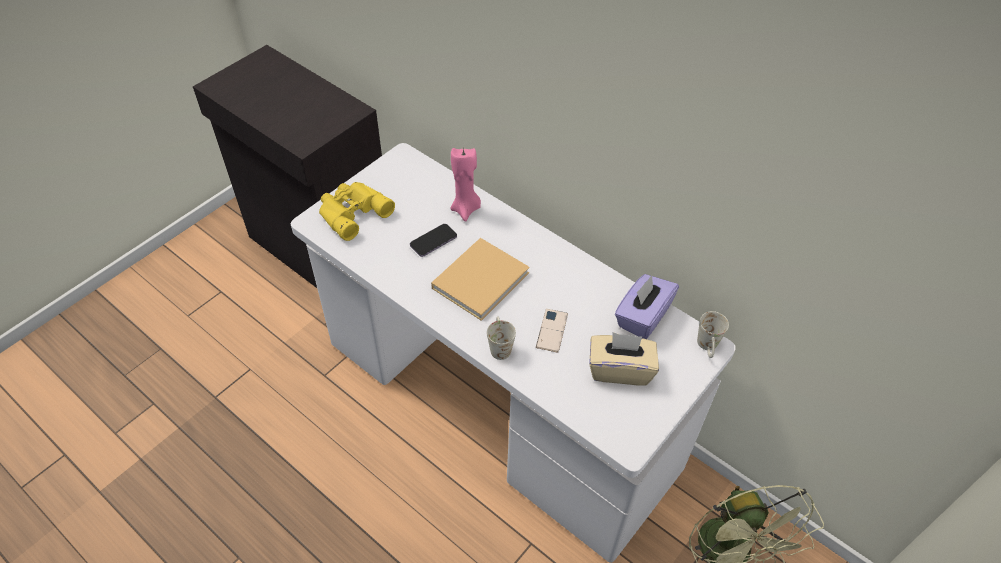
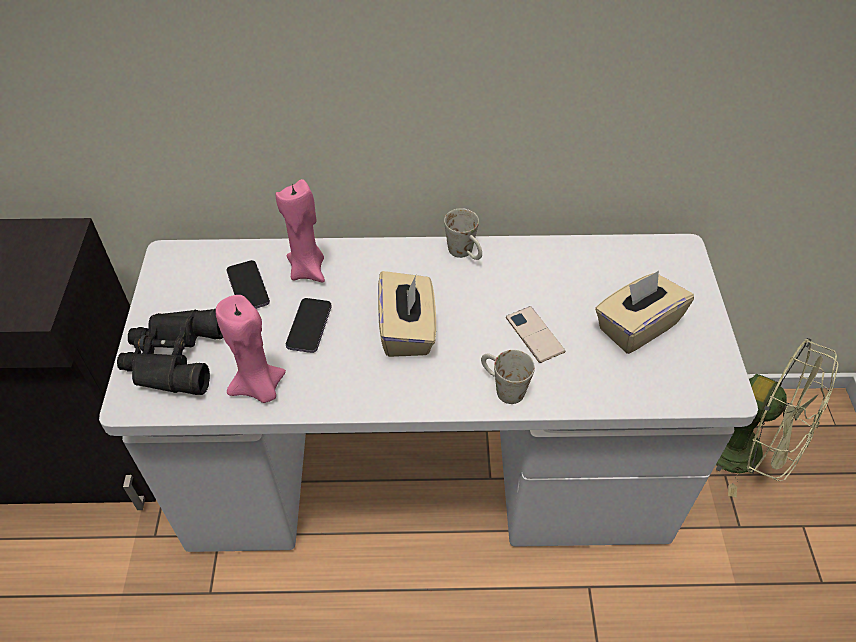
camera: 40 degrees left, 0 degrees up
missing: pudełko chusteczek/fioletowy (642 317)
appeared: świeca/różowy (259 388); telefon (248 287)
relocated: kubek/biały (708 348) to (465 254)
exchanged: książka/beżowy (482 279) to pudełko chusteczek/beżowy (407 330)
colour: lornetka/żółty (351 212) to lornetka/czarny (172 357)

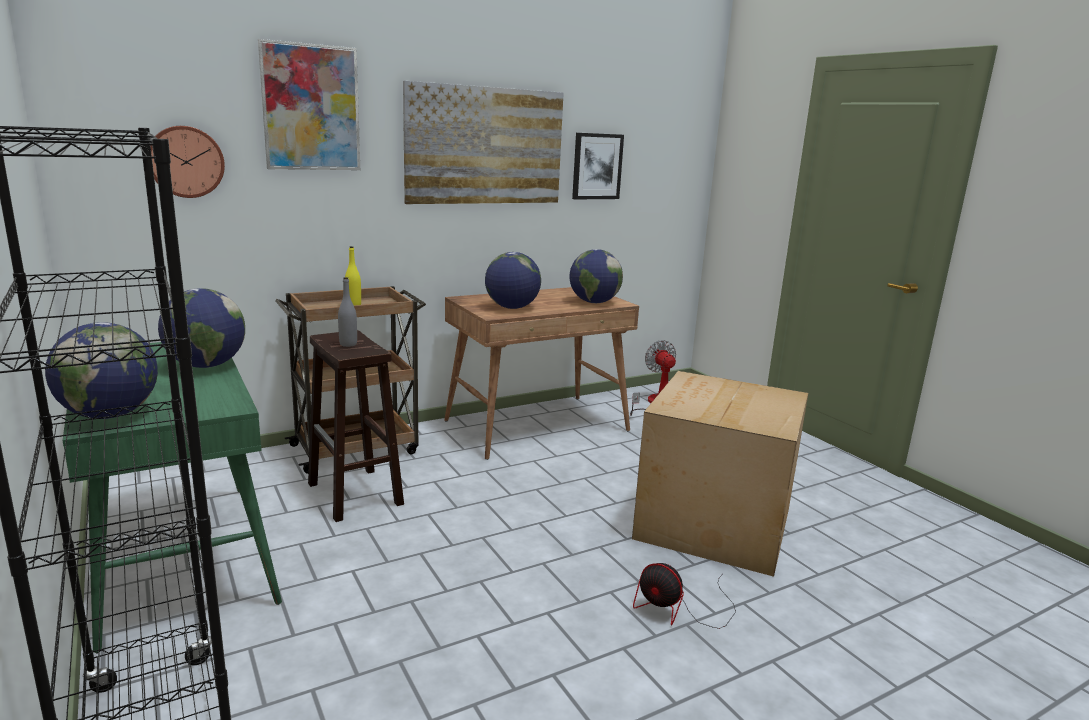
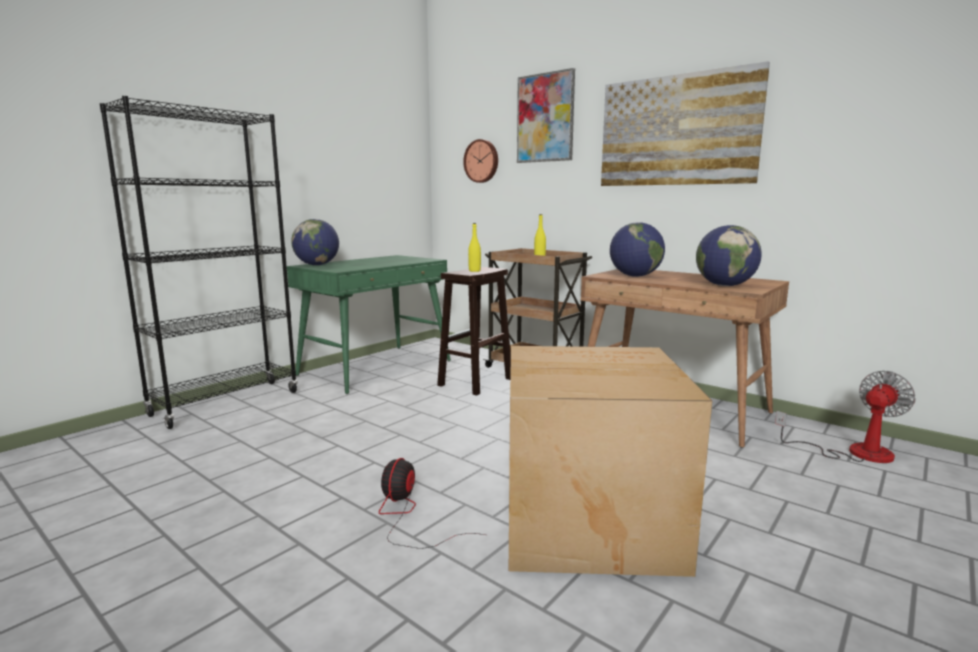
camera: 70 degrees right, 5 degrees down
missing: globus (206 365); obraz (597 166)
colour: butelka/szary (348 344) to butelka/żółty (474 271)

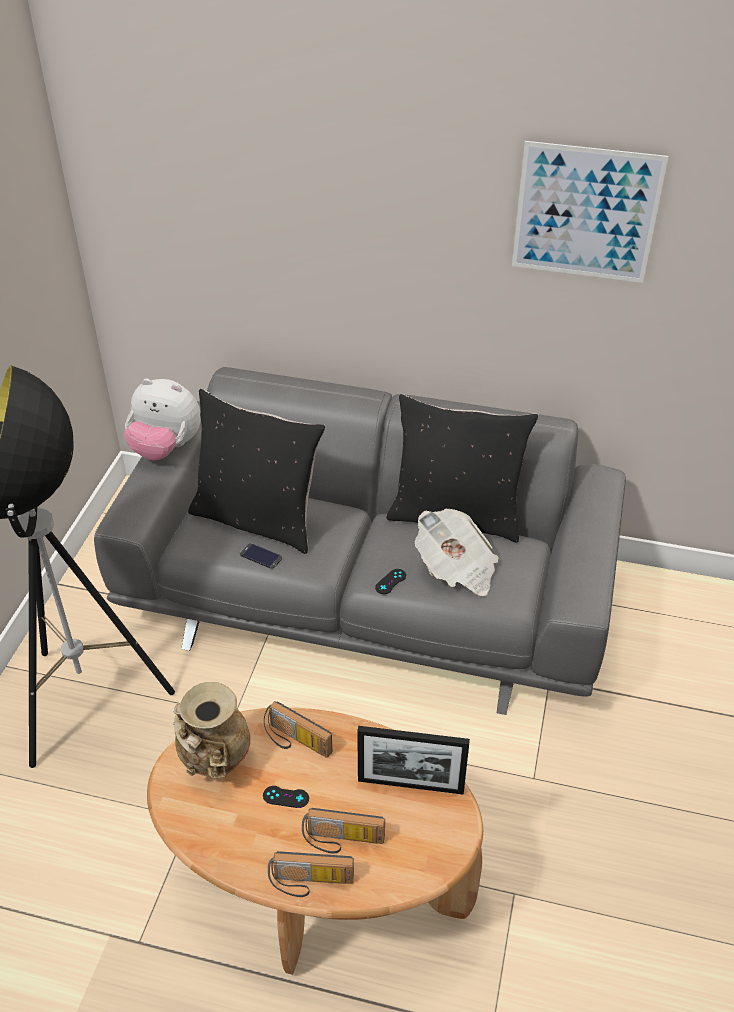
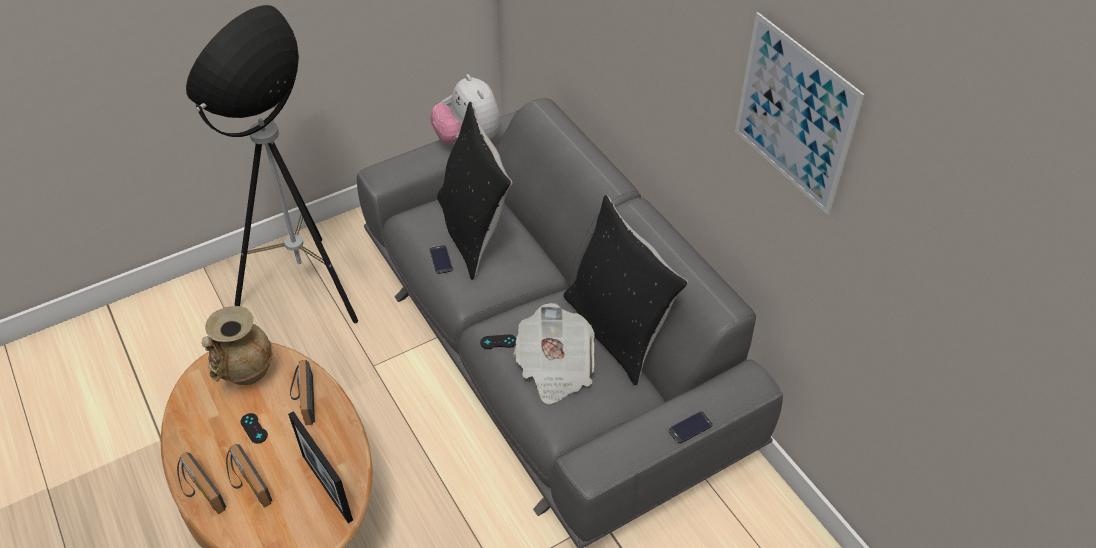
camera: 45 degrees right, 5 degrees up
appeared: telefon (690 427)

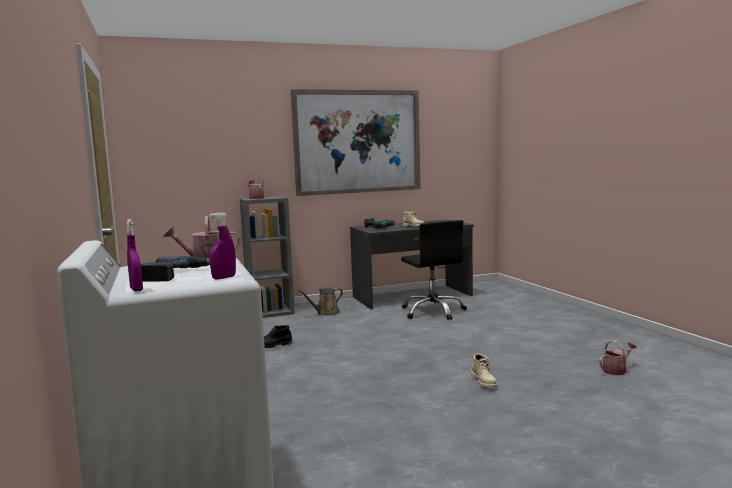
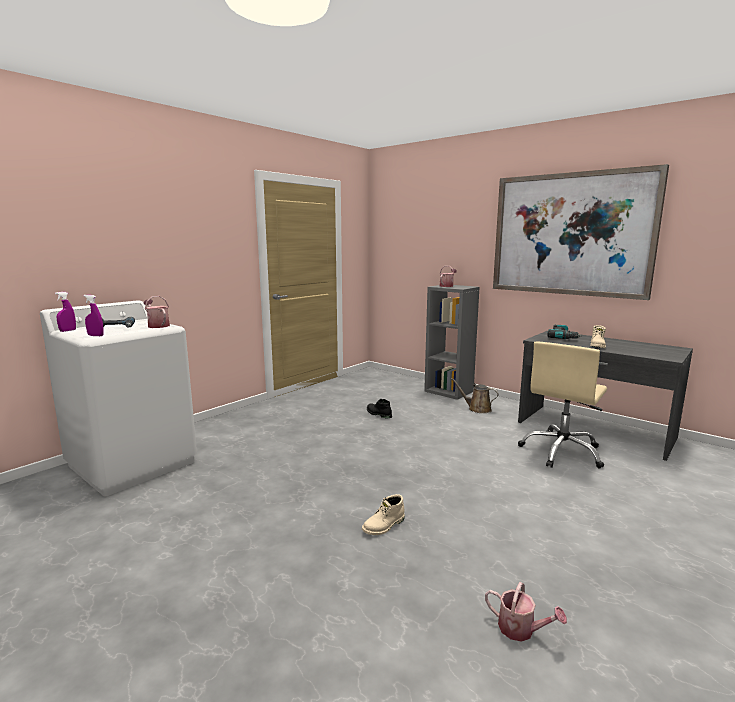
camera: 60 degrees right, 5 degrees up
colour: krzesło biurowe/czarny (433 311) to krzesło biurowe/beżowy (562 452)

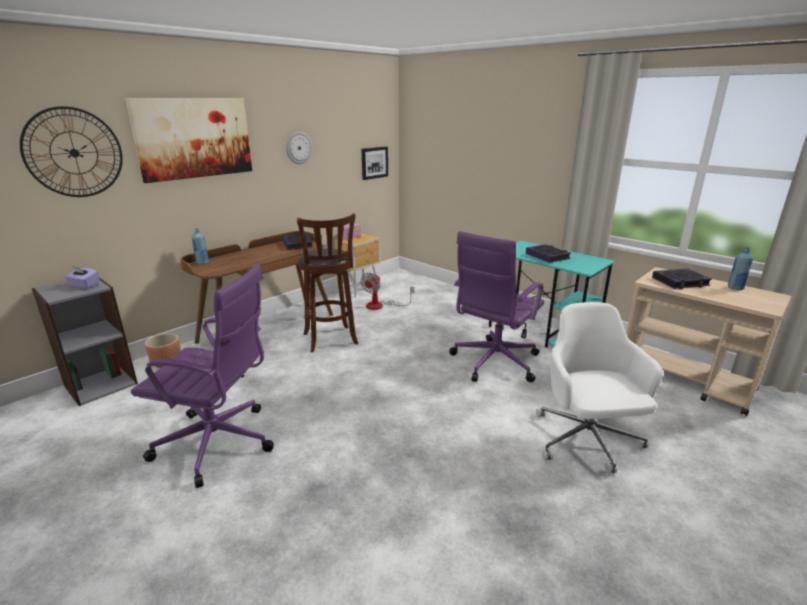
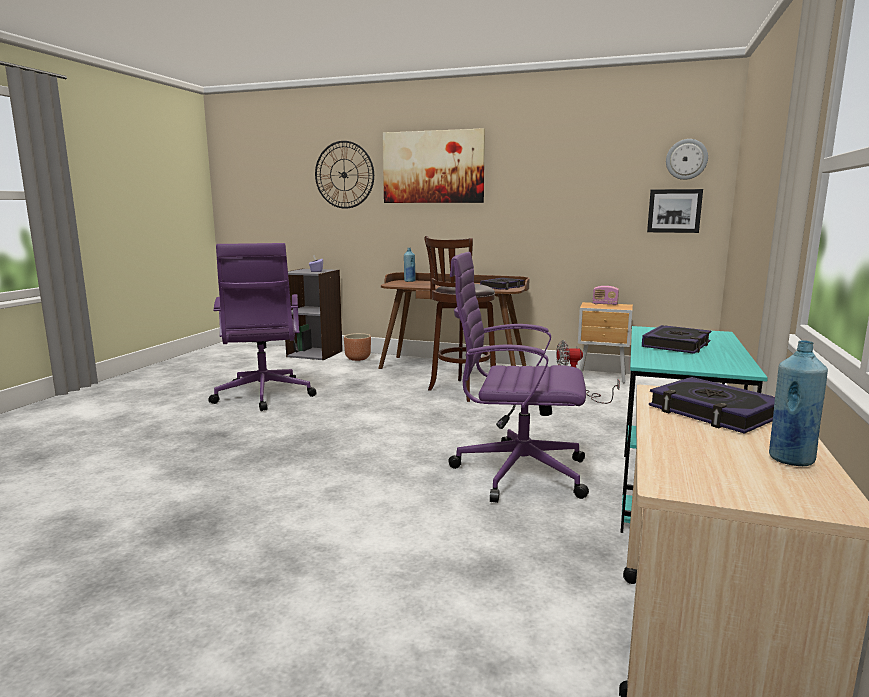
camera: 65 degrees right, 10 degrees down
missing: krzesło biurowe/biały (586 441)
relocated: zegar ścienny (298 148) to (686 159)

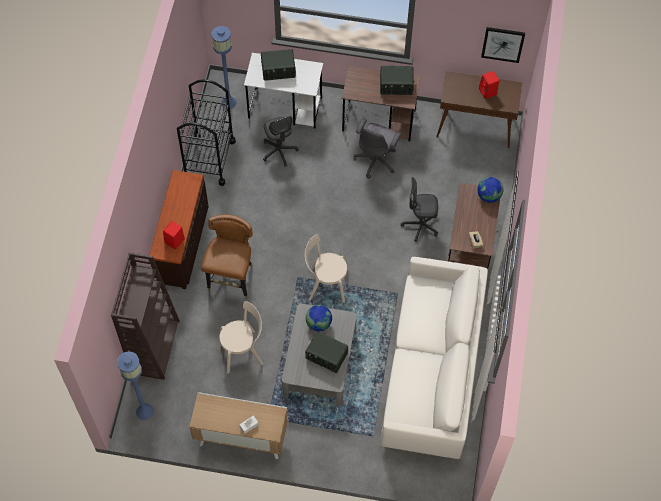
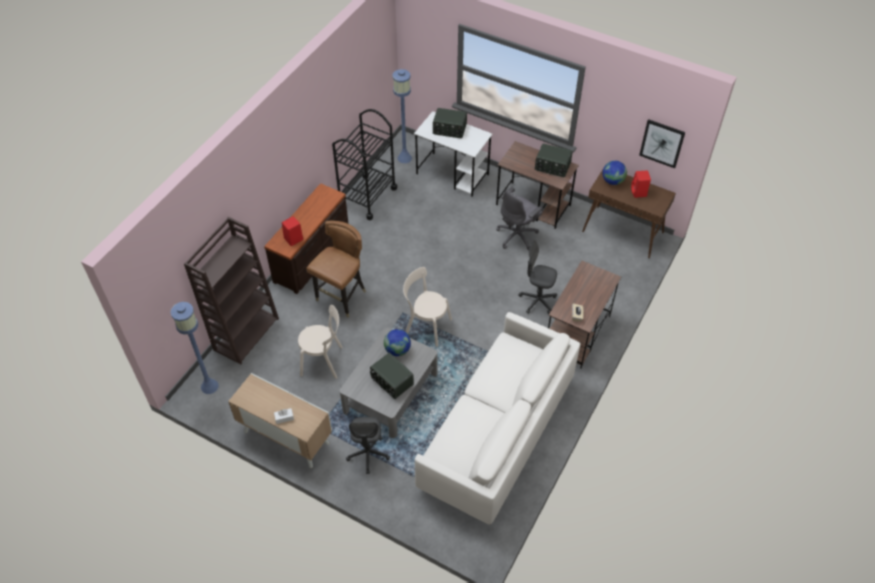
camera: 20 degrees right, 10 degrees down
relocated: krzesło biurowe/szary (279 151) to (368 454); globus (488 196) to (612 181)

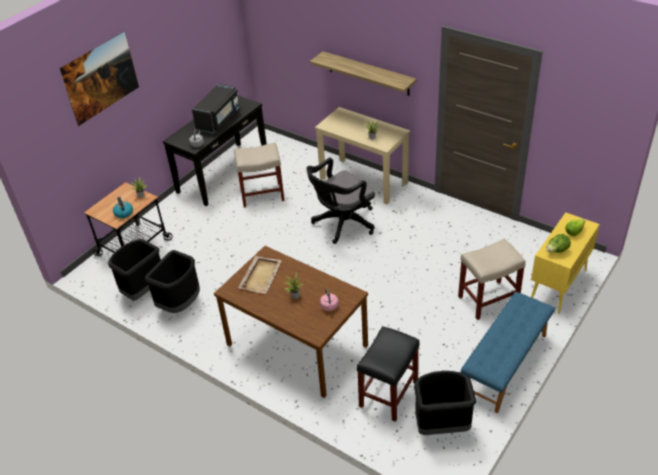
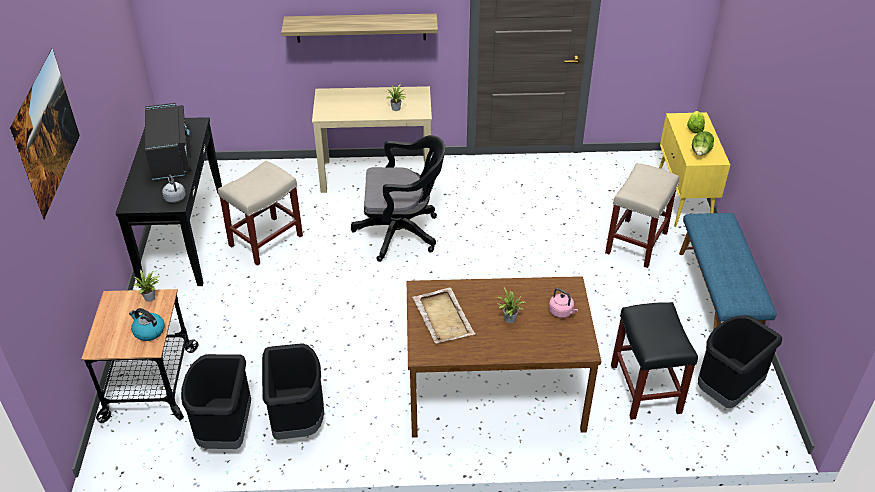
camera: 40 degrees left, 0 degrees up
spun: krzesło biurowe/czarny (342 224) = (402 233) 105 degrees counterclockwise

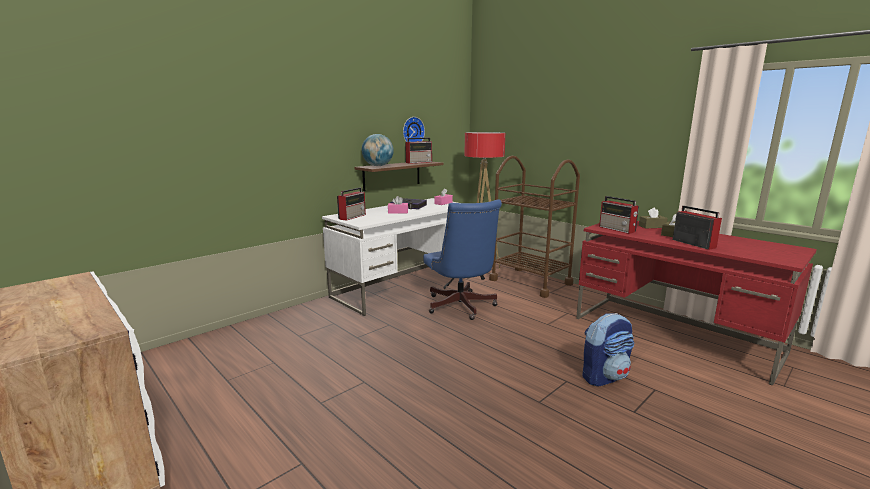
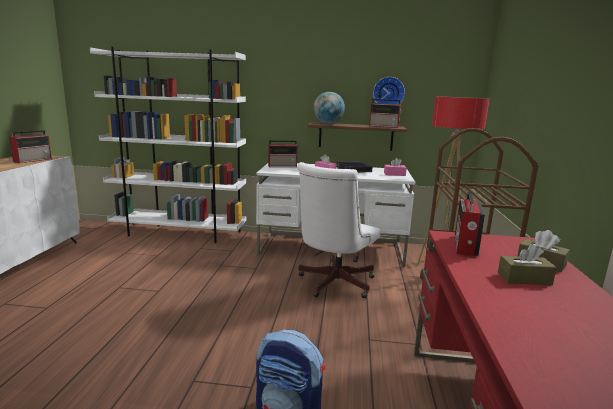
camera: 50 degrees right, 0 degrees up
appeared: regał/biały (179 233)
relocated: radio (692 243) to (33 160)
colour: krzesło biurowe/niebieski (461 307) to krzesło biurowe/biały (333 284)

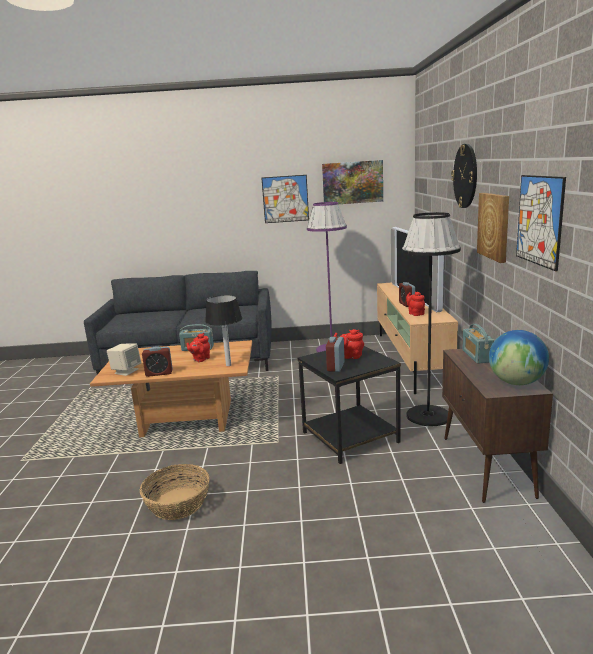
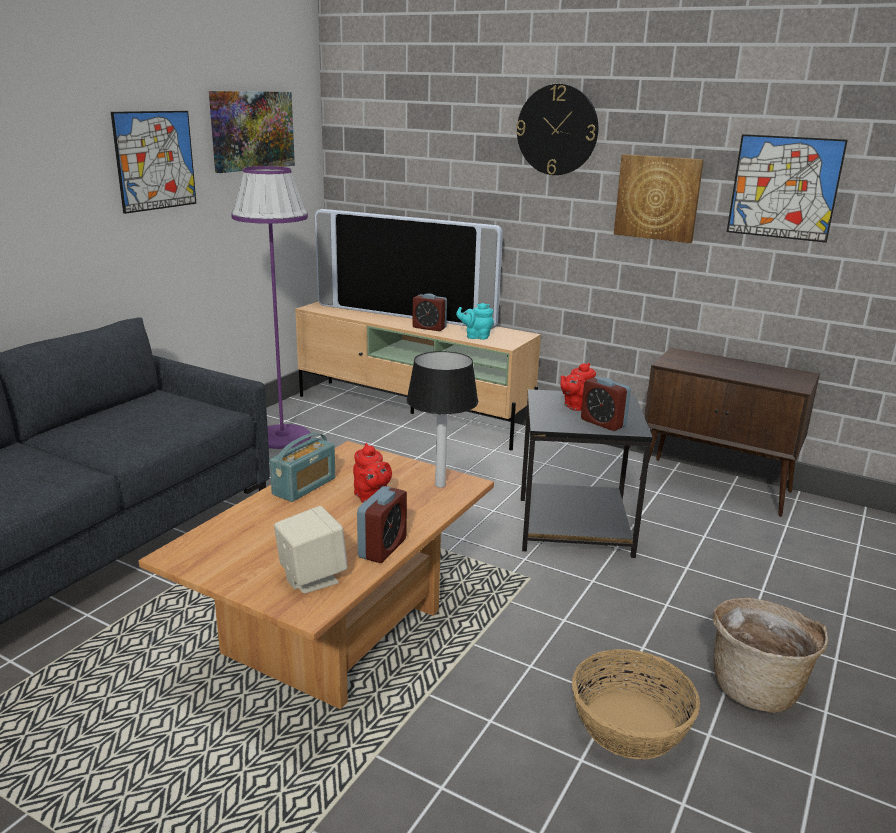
camera: 60 degrees left, 5 degrees up
missing: lampa stojąca/czarny (428 415); radio (477 356); globus (516 382)
appeared: koszyk (757 687)
colour: imbryk/czerwony (415 313) to imbryk/turkusowy (476 336)

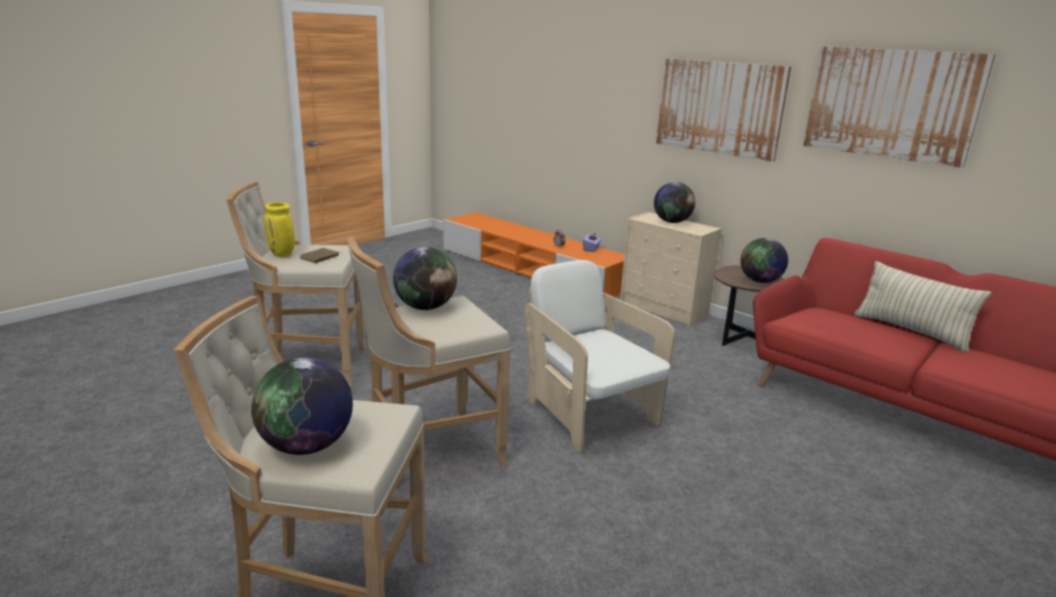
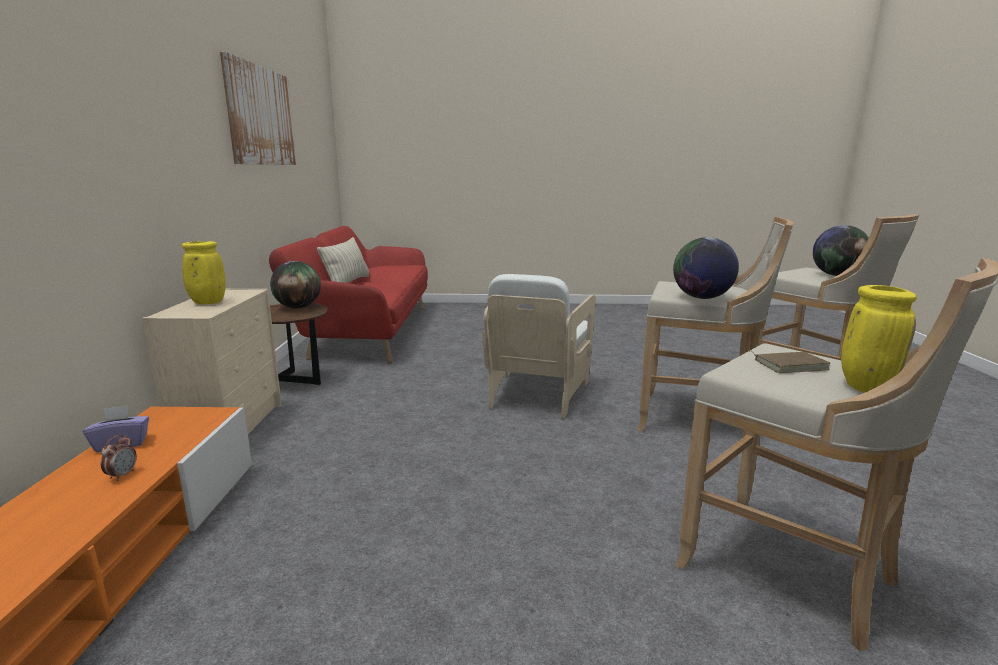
camera: 130 degrees left, 5 degrees down
missing: obraz (719 108)
exchanged: globus (672 222) to wazon/żółty (207 303)

